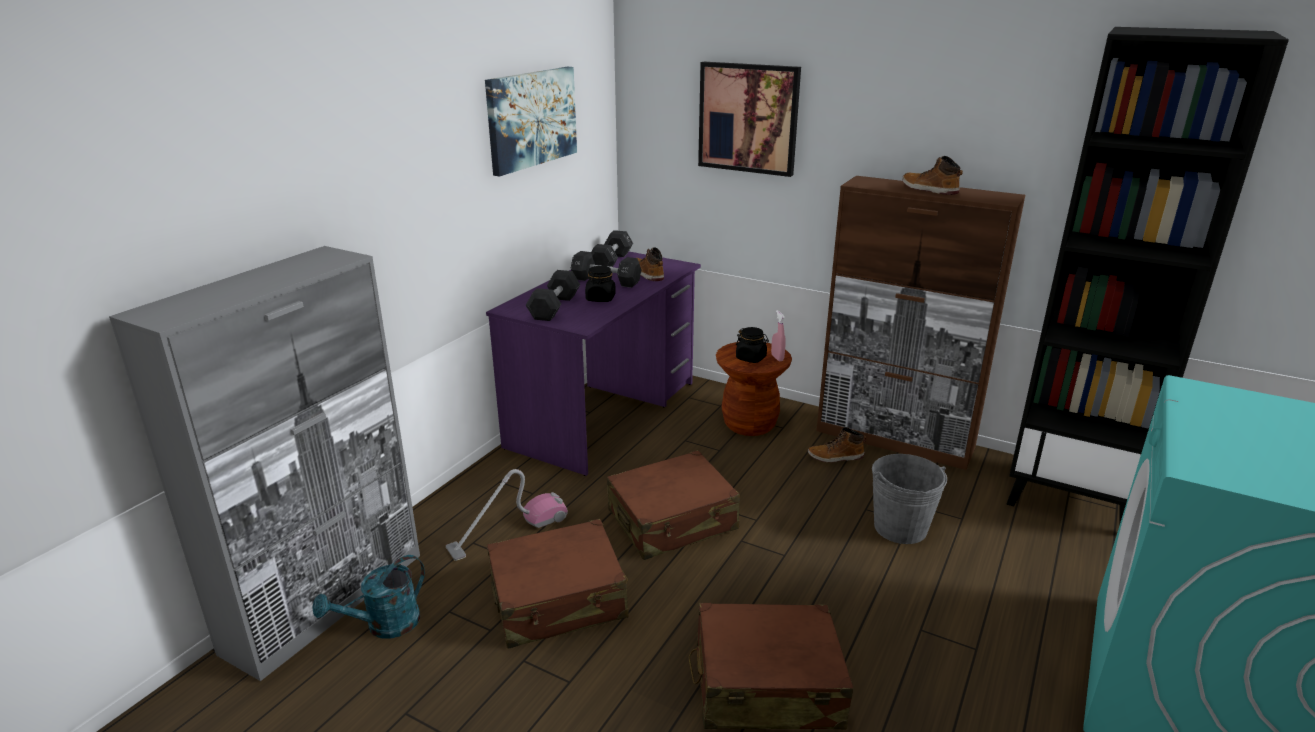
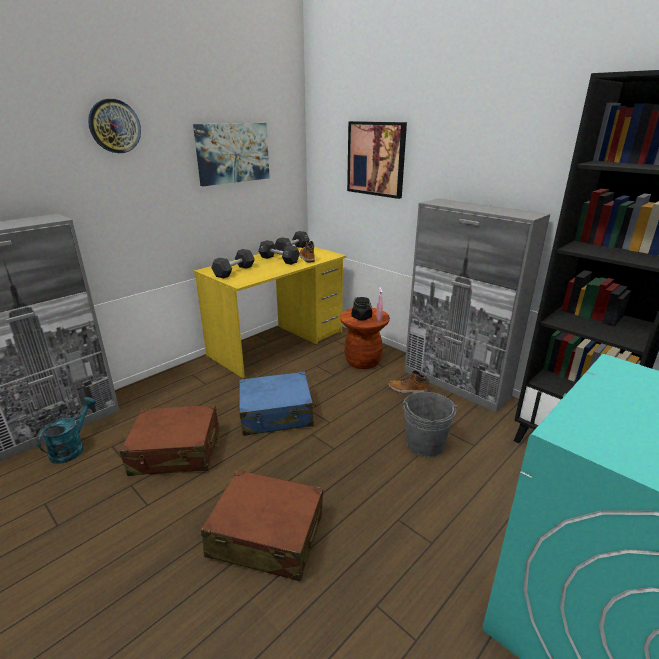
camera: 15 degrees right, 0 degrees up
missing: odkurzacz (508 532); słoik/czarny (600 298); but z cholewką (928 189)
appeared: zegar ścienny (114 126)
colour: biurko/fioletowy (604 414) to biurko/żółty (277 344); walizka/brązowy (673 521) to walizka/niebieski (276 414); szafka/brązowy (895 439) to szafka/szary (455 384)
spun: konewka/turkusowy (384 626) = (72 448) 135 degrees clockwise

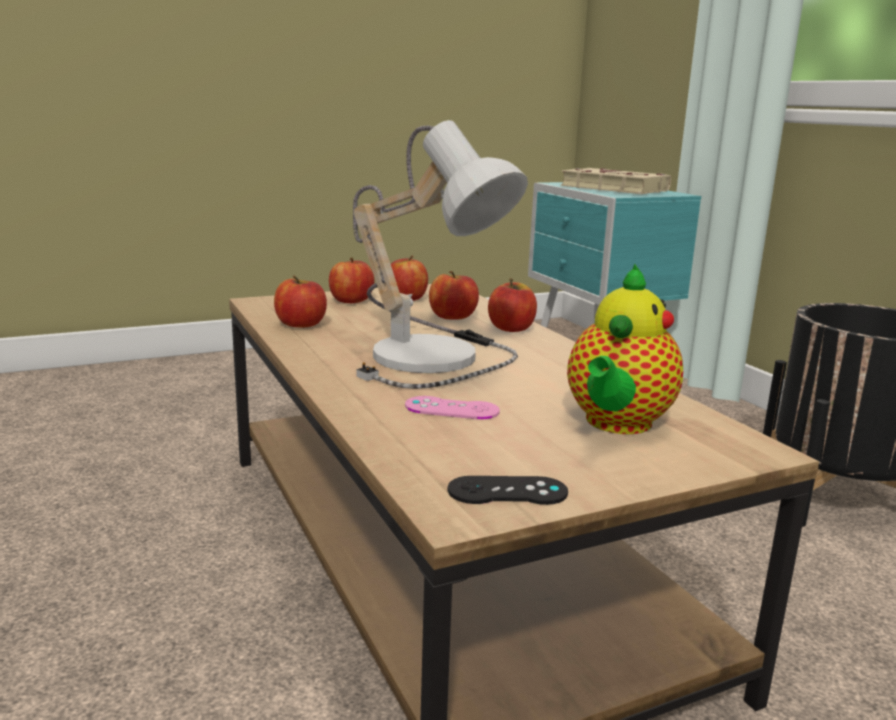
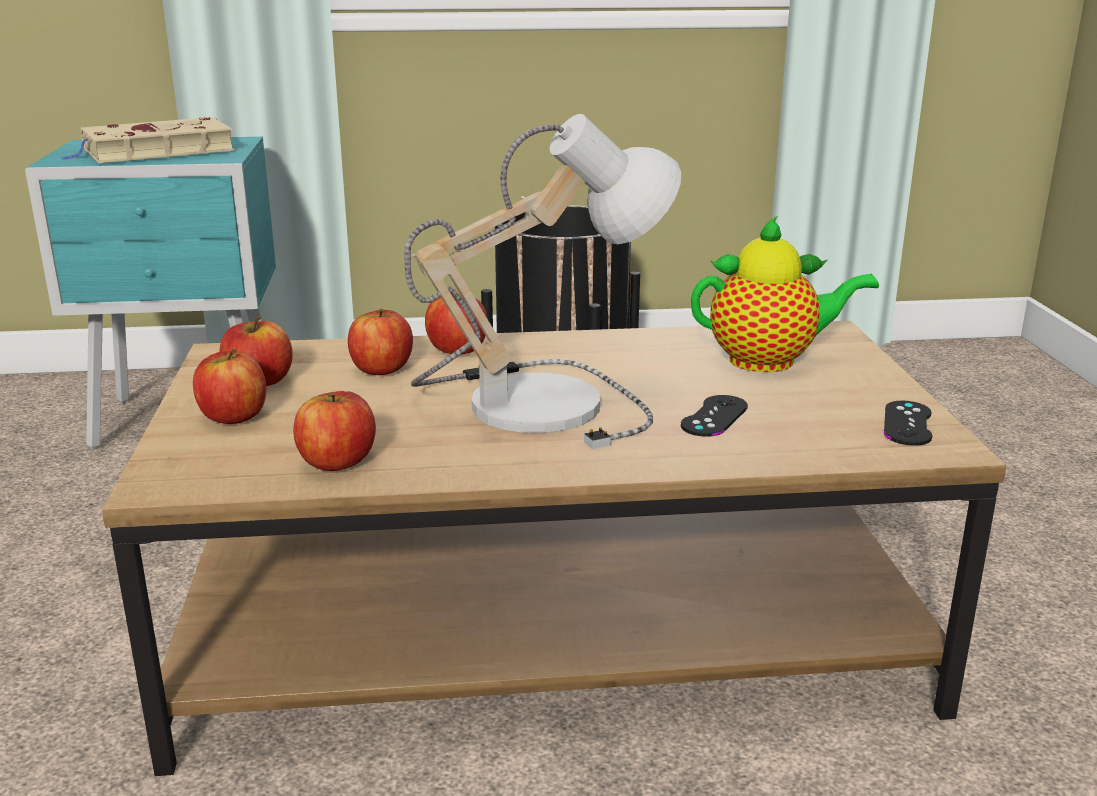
camera: 70 degrees left, 5 degrees up
colour: pad do gier/różowy (452 409) to pad do gier/czarny (714 416)
spun: imbryk (616 424) = (769 361) 45 degrees counterclockwise

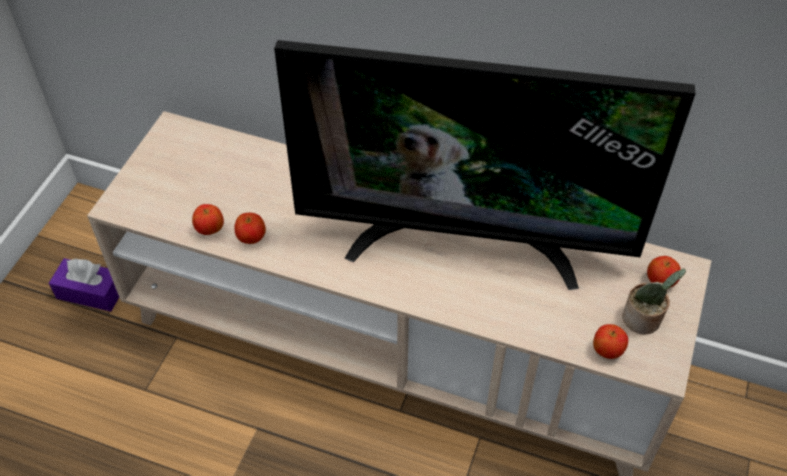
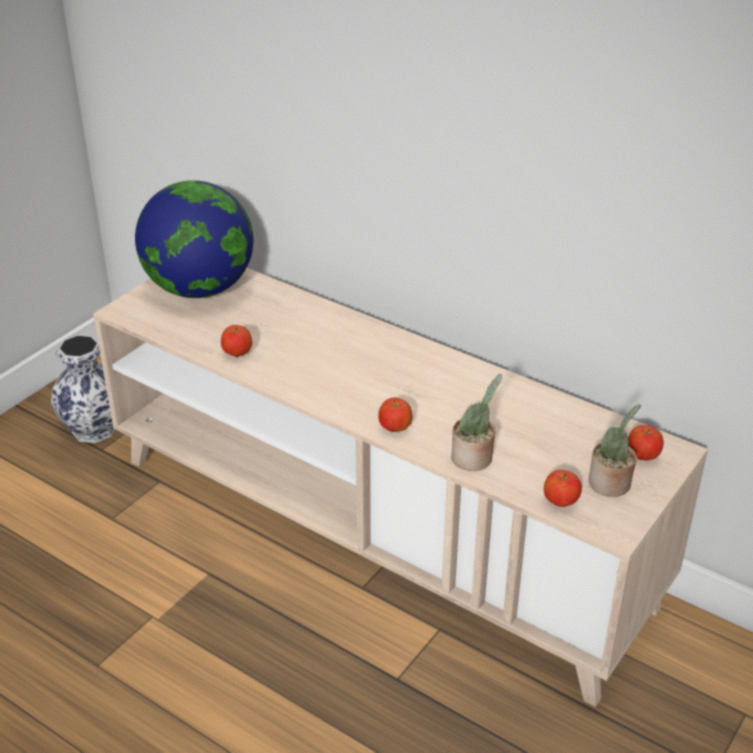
camera: 15 degrees right, 15 degrees down
missing: telewizor (465 241)
appeared: globus (200 289); roślina doniczkowa (474 459)
relocated: jabłko (210 229) to (395 428)
exchanged: pudełko chusteczek/fioletowy (90 292) to wazon (93 429)

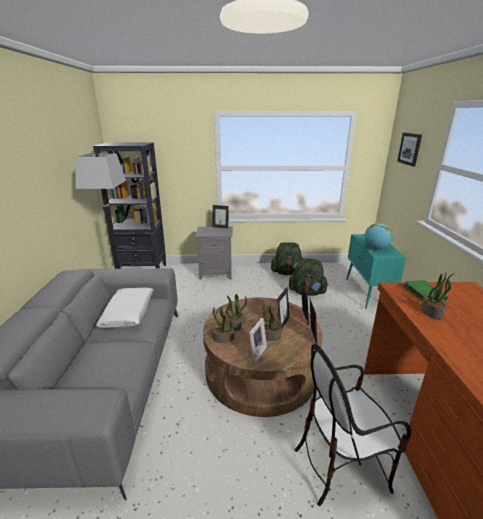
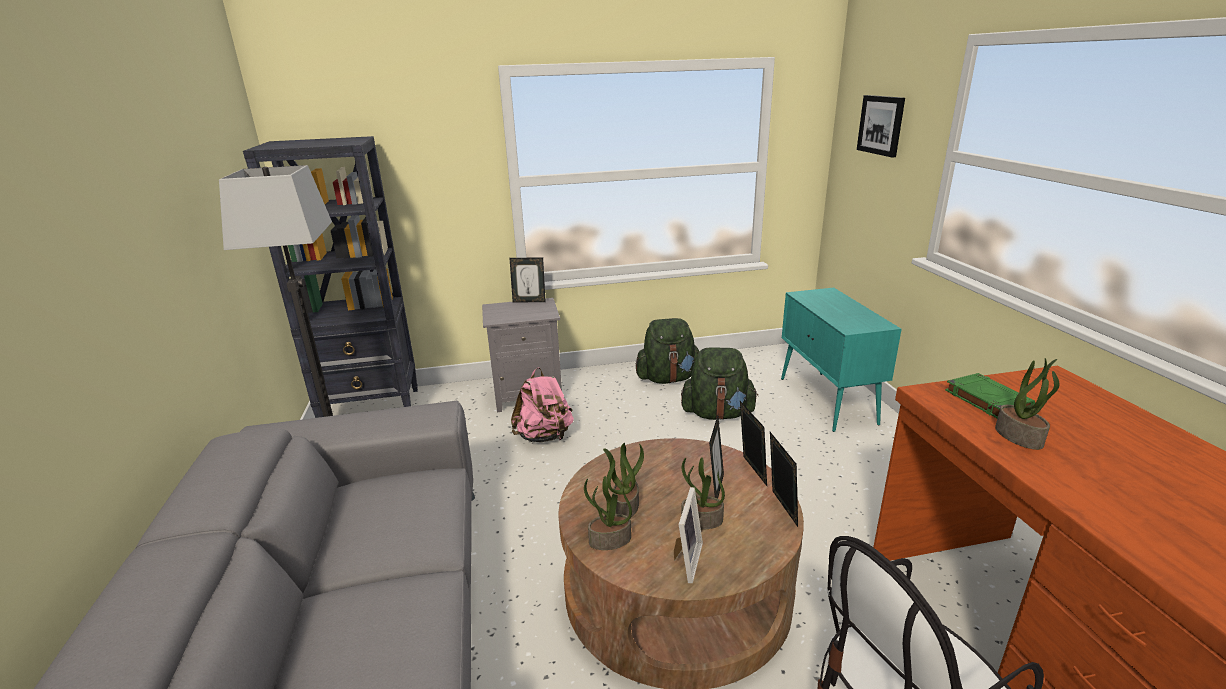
camera: 10 degrees left, 0 degrees up
missing: poduszka/biały (128 313); globus (376 248)
appeared: plecak/różowy (544 436)

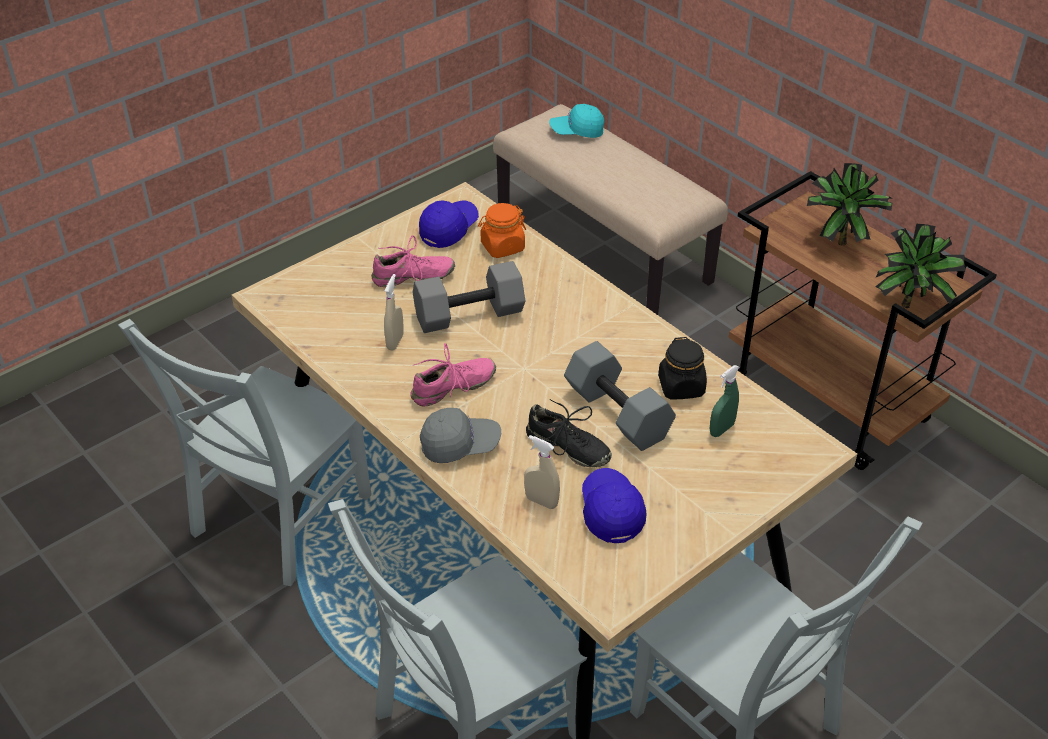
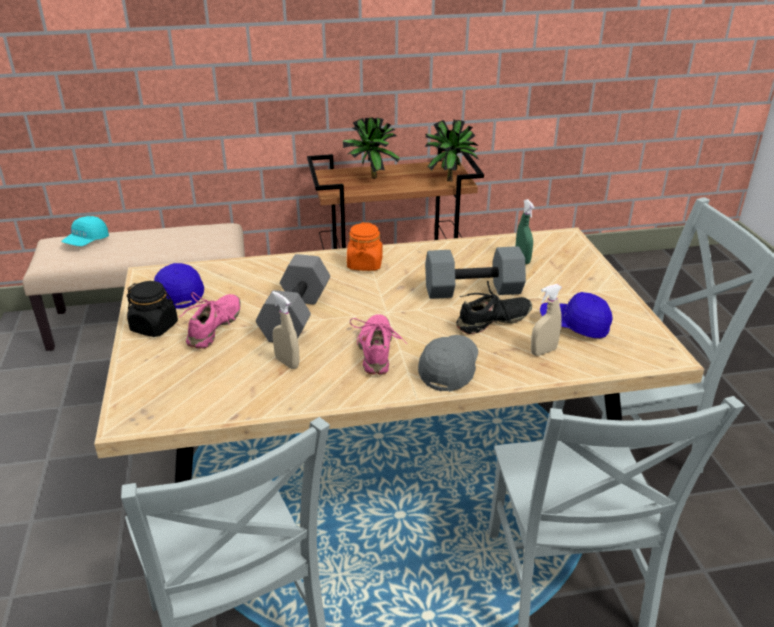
camera: 60 degrees left, 10 degrees down
relocated: słoik/pomarańczowy (502 247) to (365 264); słoik/czarny (681 387) to (154 327)

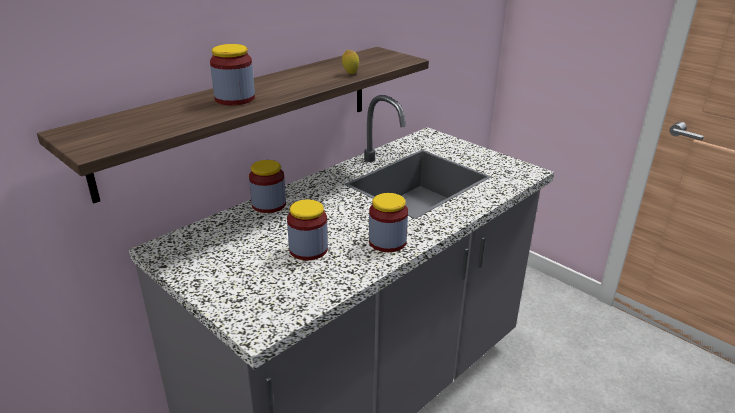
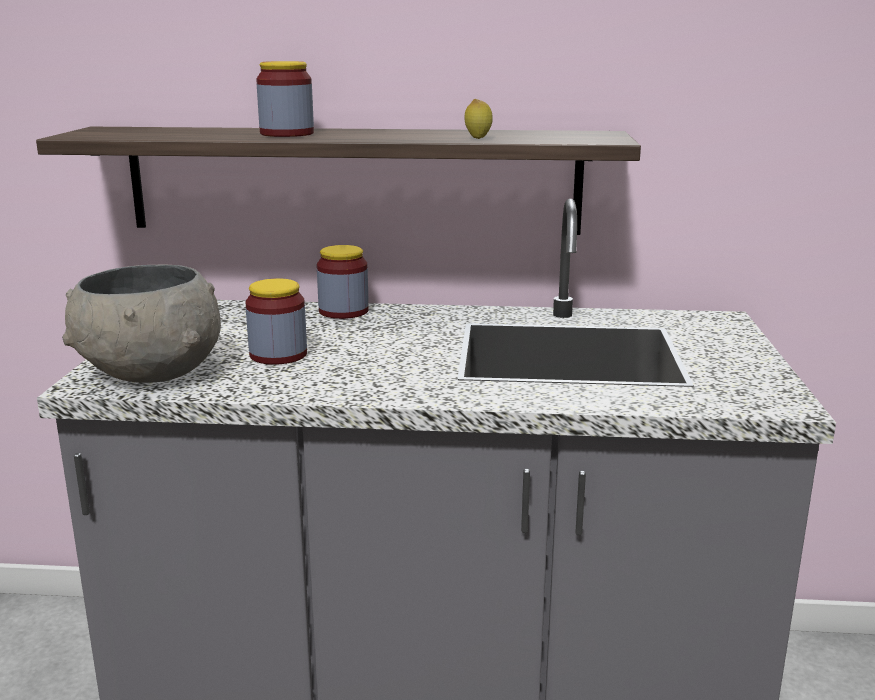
camera: 50 degrees right, 10 degrees down
missing: słoik (387 242)
appeared: miska/szary (151 373)

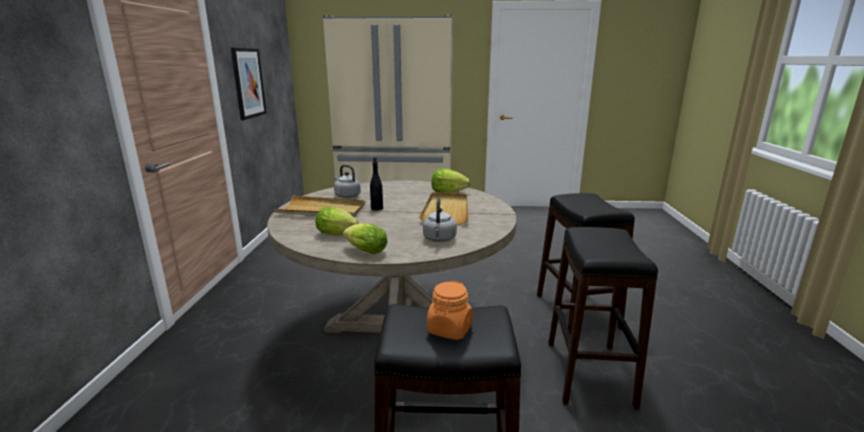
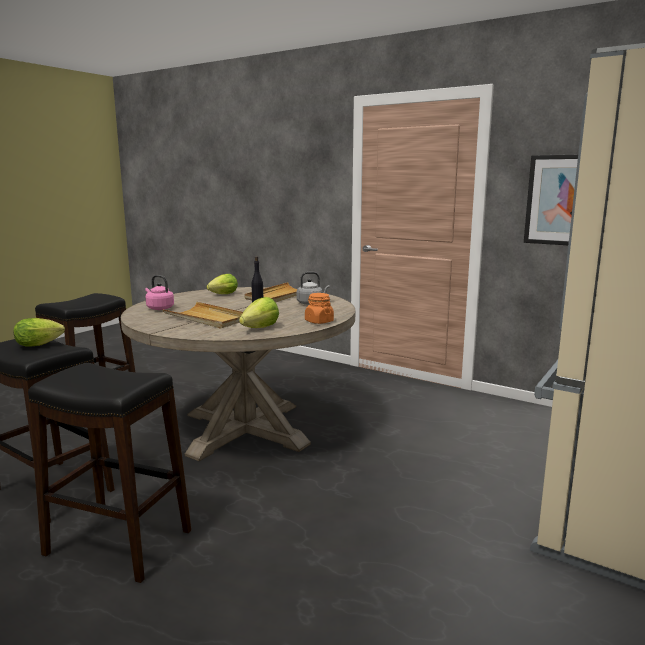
camera: 120 degrees right, 5 degrees down
relocated: sałata (364 251) to (41 344); słoik/pomarańczowy (449 329) to (319 321)
colour: czajnik/szary (439 239) to czajnik/różowy (159 308)

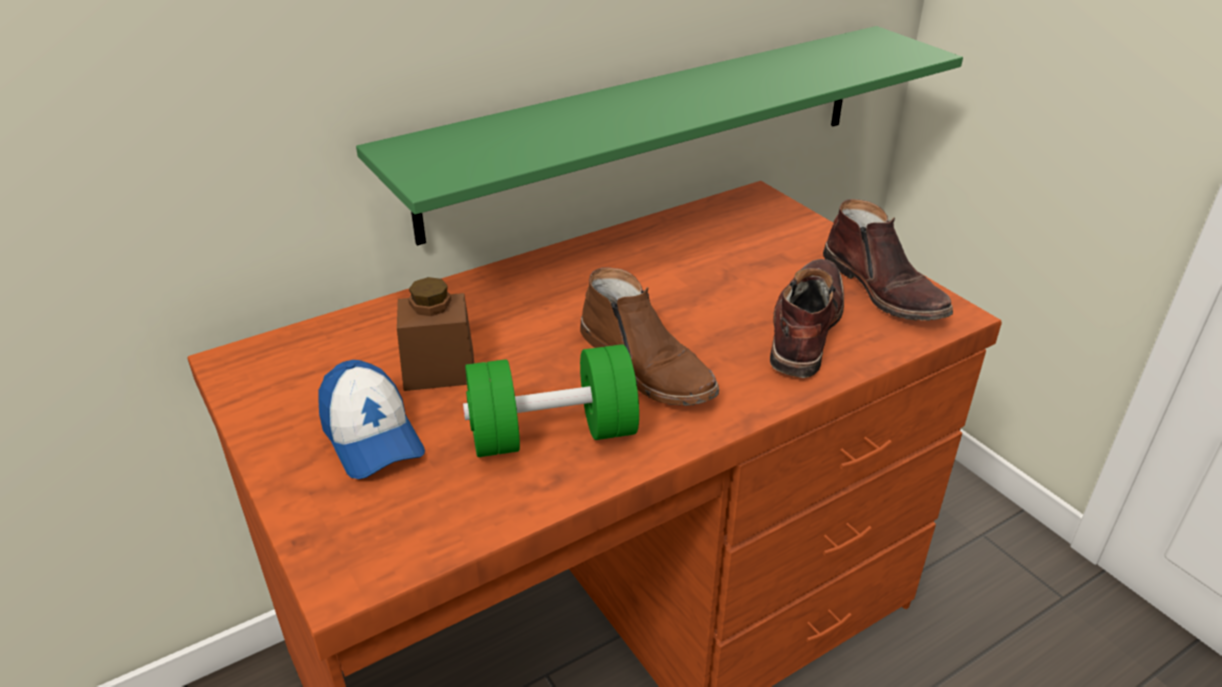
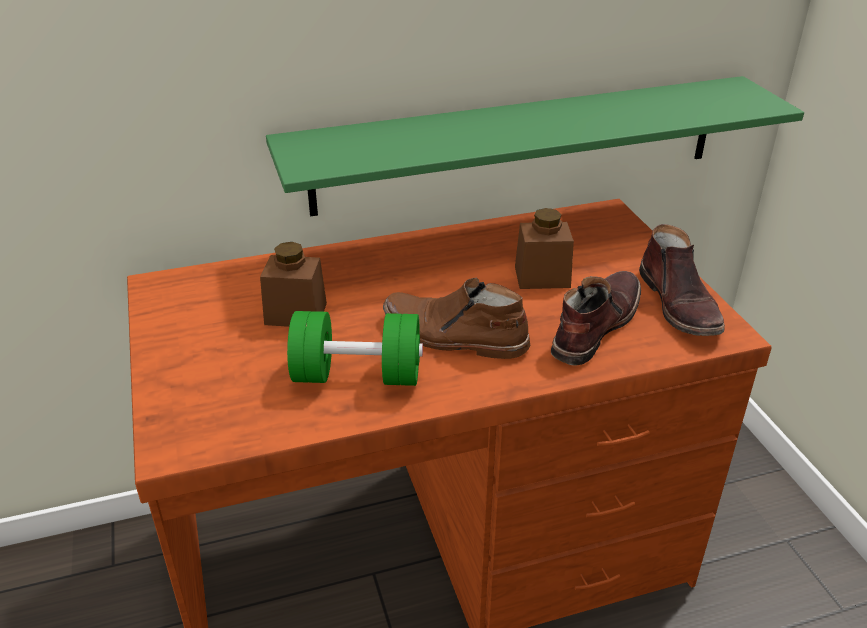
camera: 15 degrees right, 0 degrees up
missing: czapka z daszkiem (371 437)
appeared: słoik/brązowy (542 277)
spun: but z cholewką/brązowy (648 366) = (453 336) 135 degrees clockwise

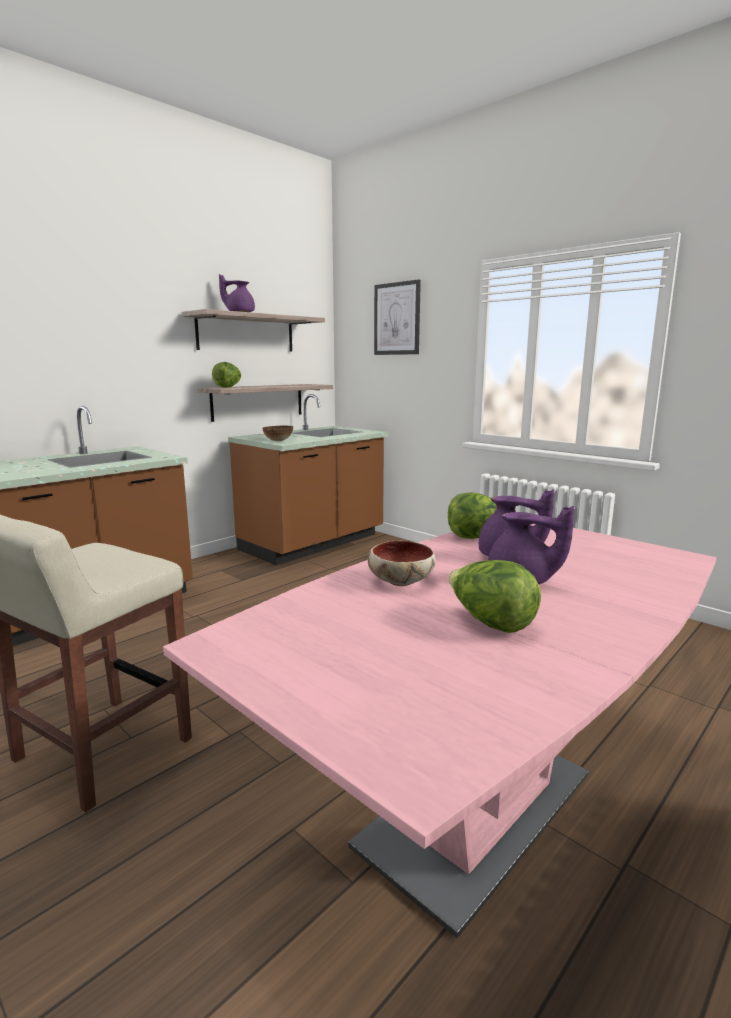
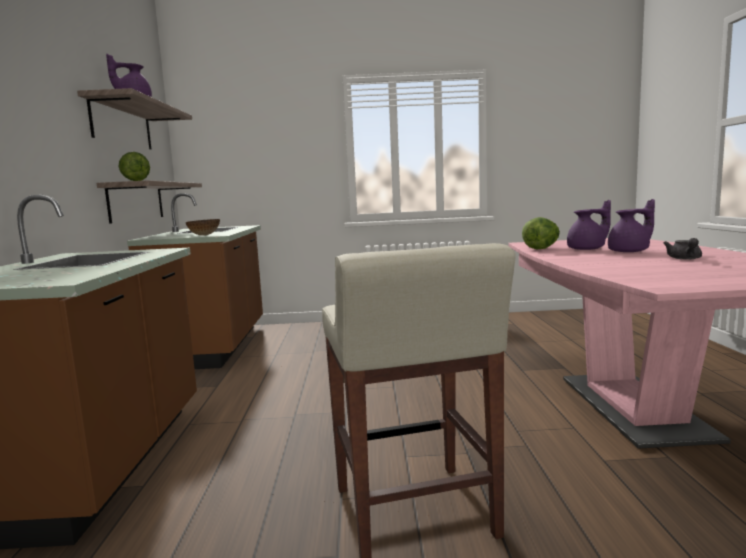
camera: 45 degrees left, 5 degrees down
missing: miska (400 581); obraz (397 319)
exchanged: sałata (490 623) to imbryk/szary (685 259)

